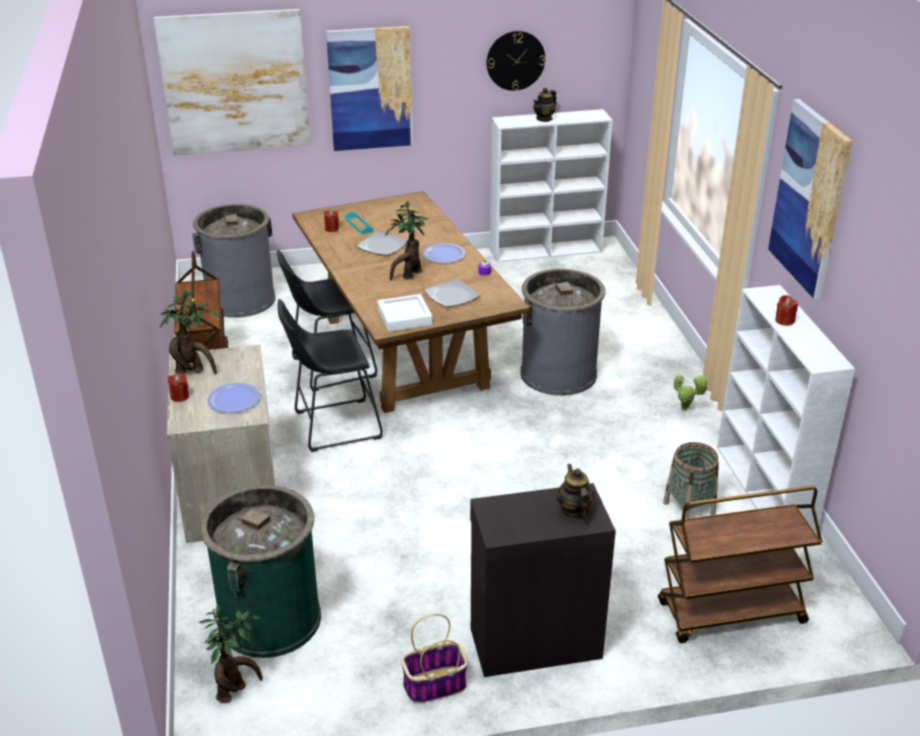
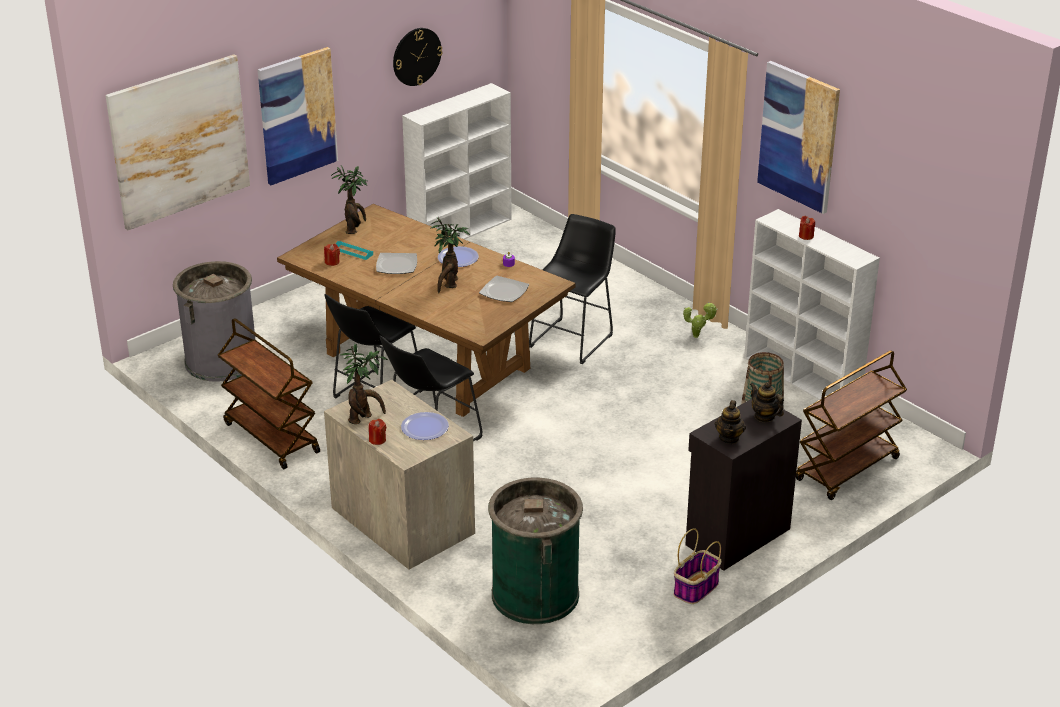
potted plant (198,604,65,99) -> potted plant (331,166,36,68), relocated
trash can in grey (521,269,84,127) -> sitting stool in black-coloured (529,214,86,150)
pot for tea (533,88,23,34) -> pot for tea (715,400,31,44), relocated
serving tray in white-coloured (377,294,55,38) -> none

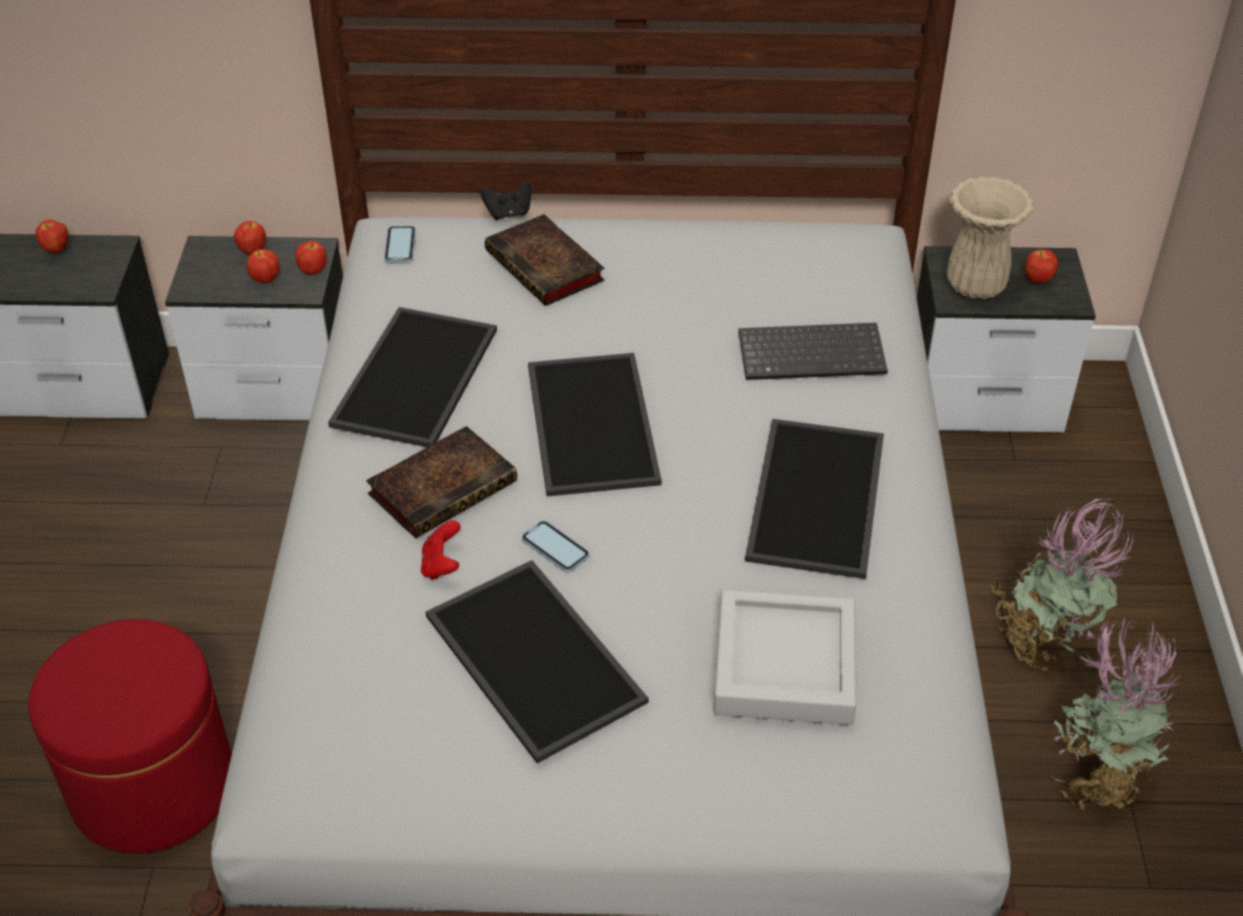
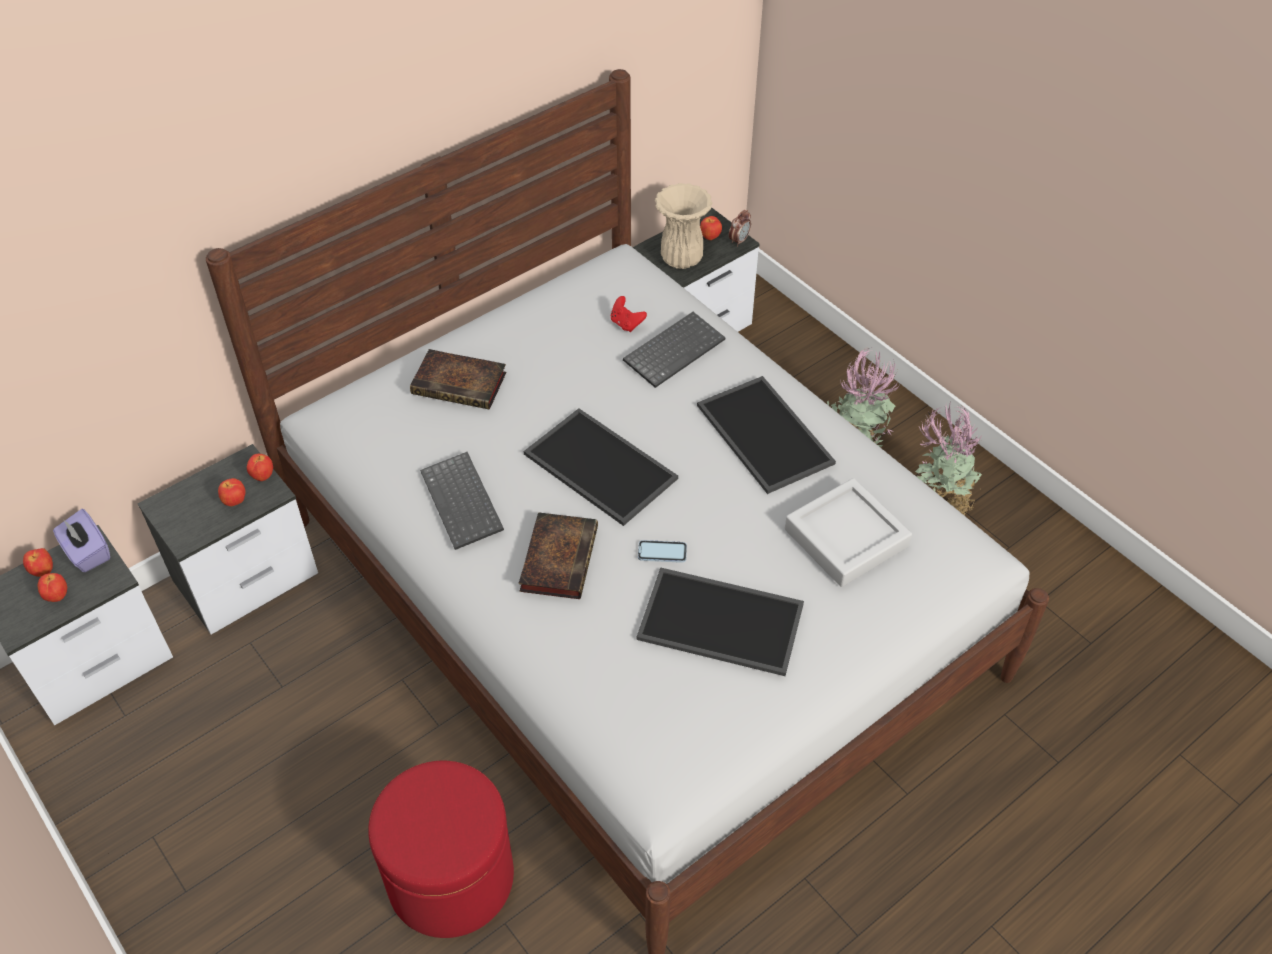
apple (234,221,32,34) -> apple (37,573,30,29), relocated
none -> tissue box in purplish (53,509,57,63)
serving tray (328,307,169,140) -> computer keyboard (420,452,84,98)
game controller in reddish (421,520,40,60) -> game controller in reddish (611,296,36,36), relocated
none -> table clock (729,210,22,37)
telephone (384,226,32,36) -> none
game controller in black-coloured (481,181,50,39) -> none

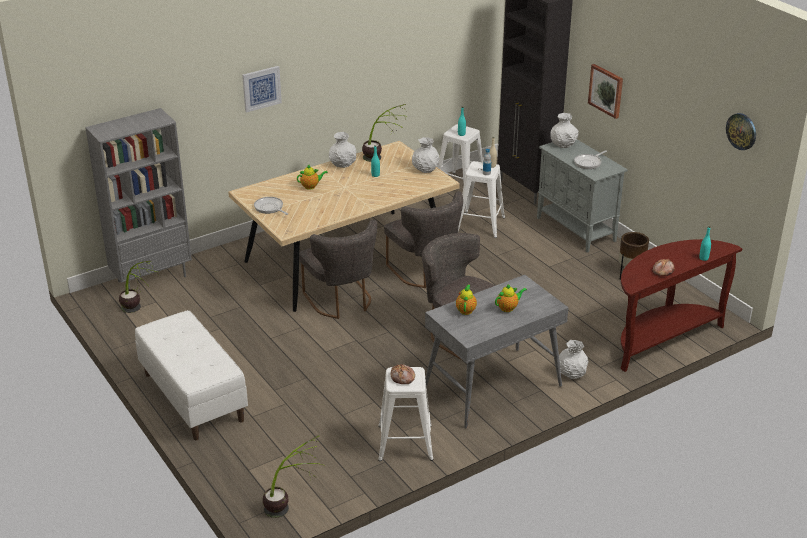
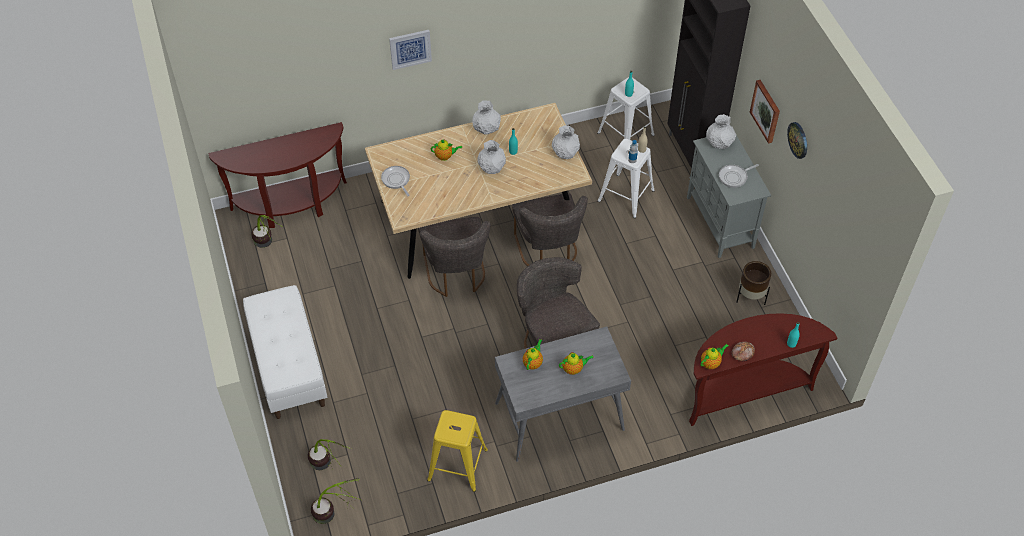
bookcase in grey (85,108,107,181) -> console table in brownish (208,122,139,106)
potted plant (362,104,46,58) -> potted plant (308,439,43,31), relocated
sitting stool in white-coloured (378,367,56,94) -> sitting stool in yellowish (427,410,61,82)
decorative vase in white-coloured (559,340,30,39) -> decorative vase in white-coloured (477,140,29,34), relocated
none -> pot for tea (700,344,28,25)
clock on the wall (726,113,30,37) -> clock on the wall (787,122,20,37), relocated
bakery bread (390,364,25,20) -> none

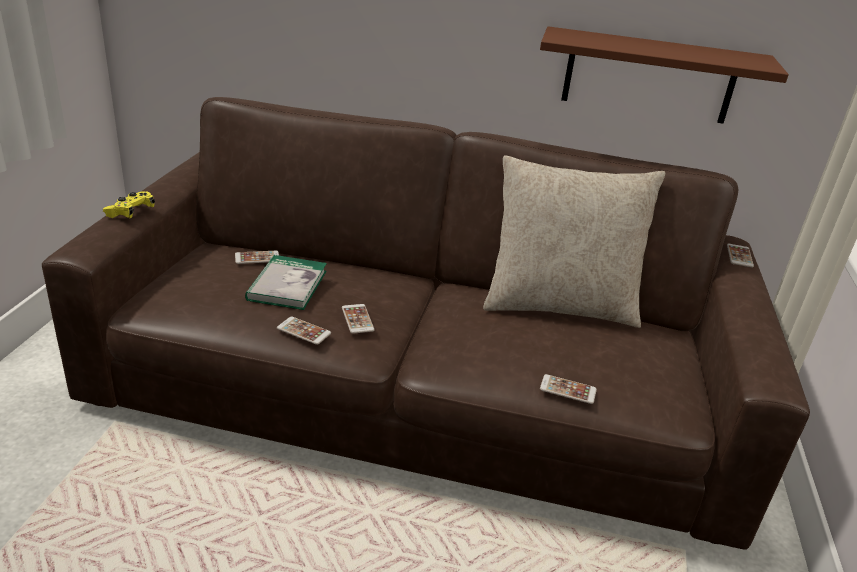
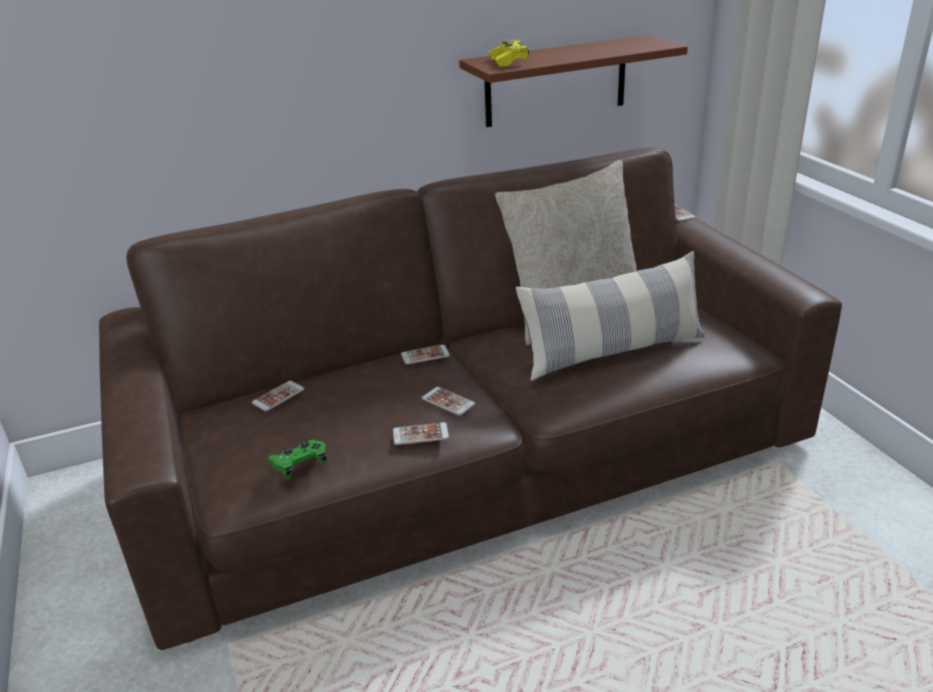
none -> game controller in greenish (268,439,59,40)
telephone (540,374,57,30) -> telephone (401,345,49,20), relocated
game controller in yellowish (103,191,52,27) -> game controller in yellowish (489,40,40,27), relocated
none -> pillow (516,251,189,130)
volume (245,255,82,55) -> none

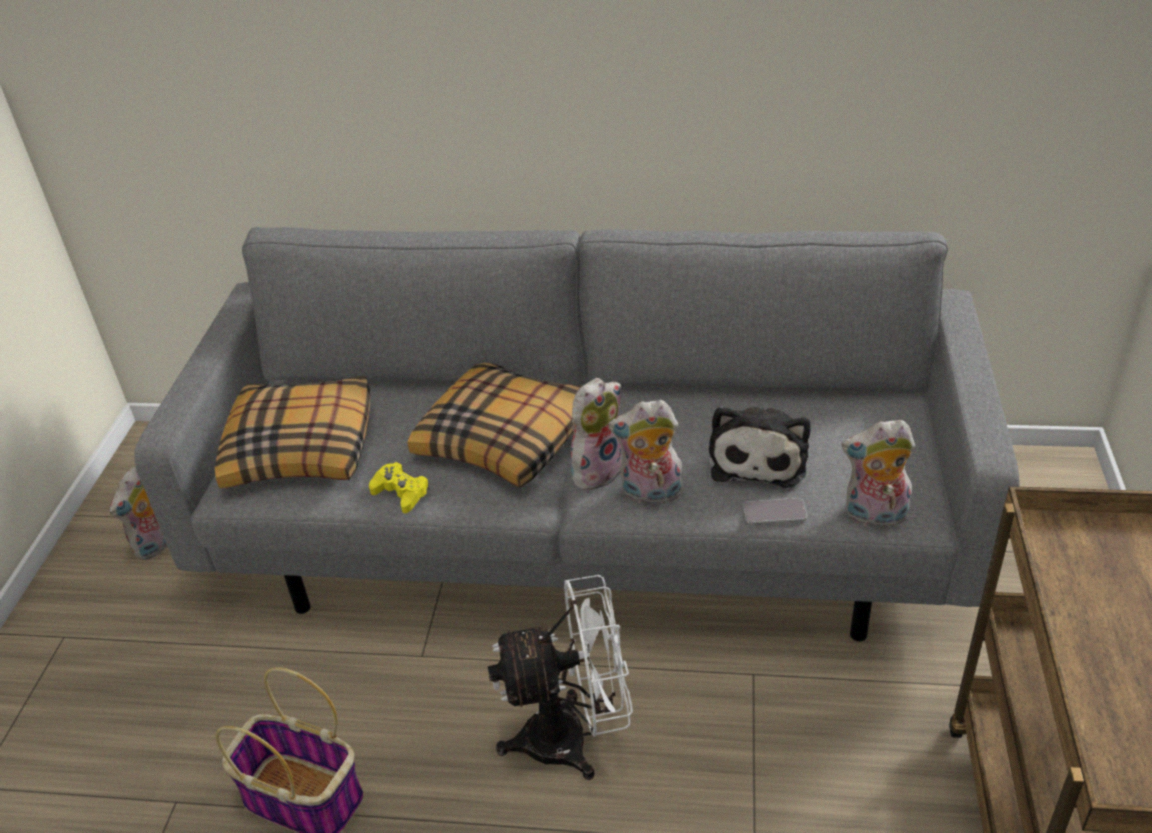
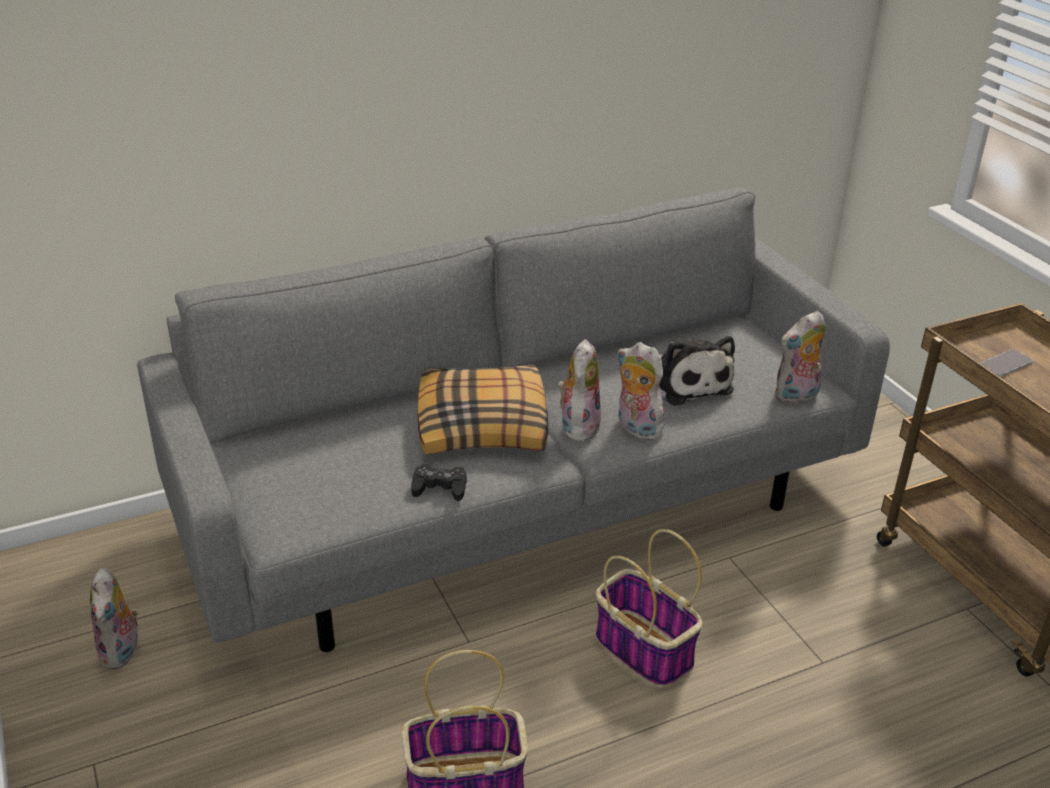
game controller in yellowish (369,462,61,51) -> game controller in black-coloured (411,463,56,38)
fan in white-coloured (488,575,145,205) -> storage basket (596,529,107,159)
soft toy (608,400,76,104) -> soft toy (617,342,47,99), 75 degrees clockwise
telephone (743,498,64,26) -> telephone (981,350,52,27), relocated
pillow (214,376,156,112) -> none

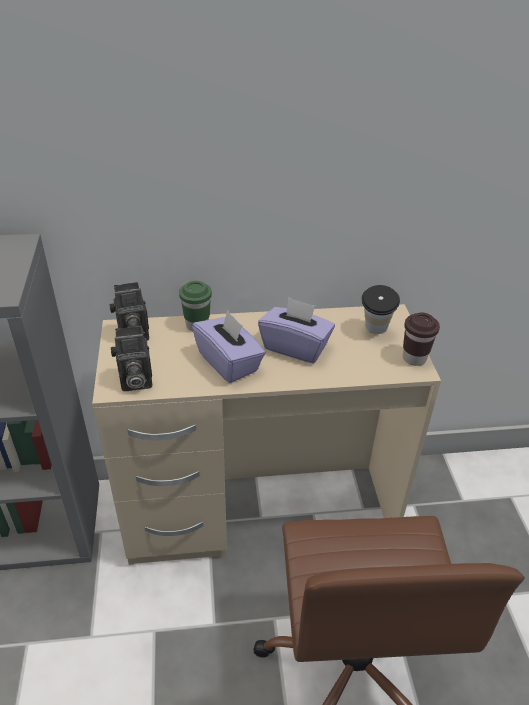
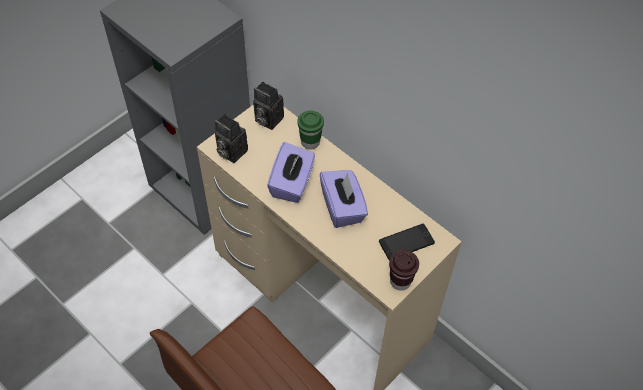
small cup (362,285,38,49) -> telephone (379,224,56,36)

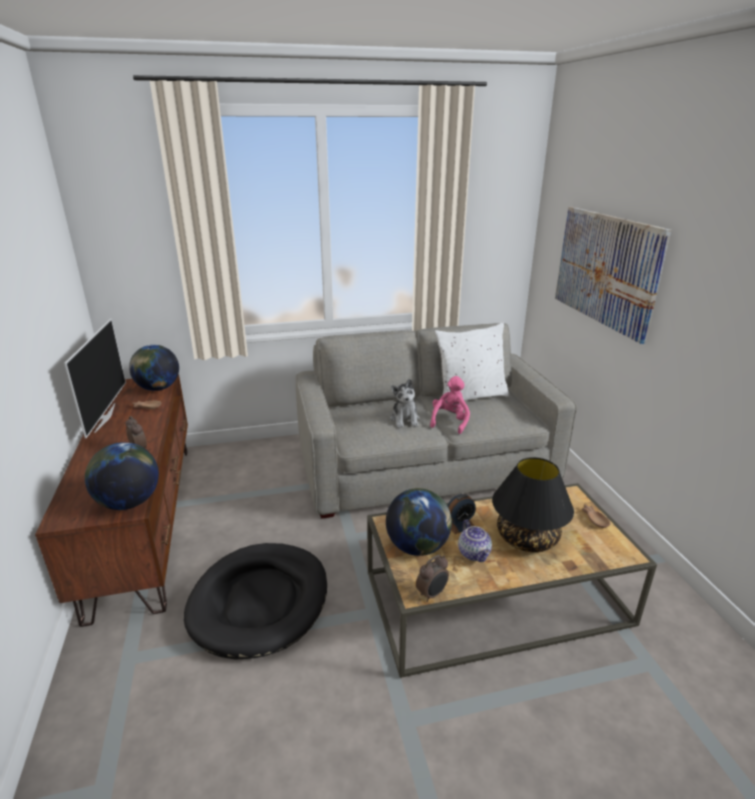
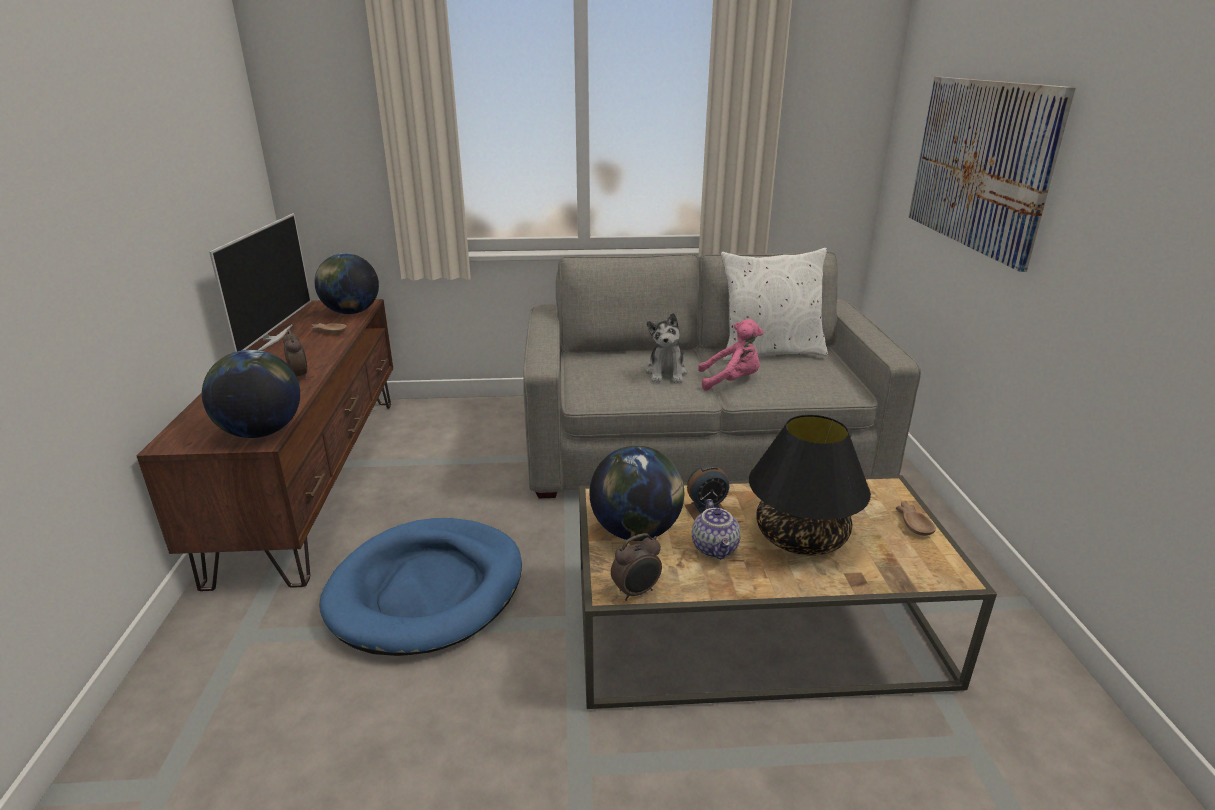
pet bed in black-coloured (184,543,143,117) -> pet bed in blue-coloured (319,518,203,138)
soft toy in pink-coloured (430,376,40,58) -> soft toy in pink-coloured (698,319,65,72), 60 degrees clockwise

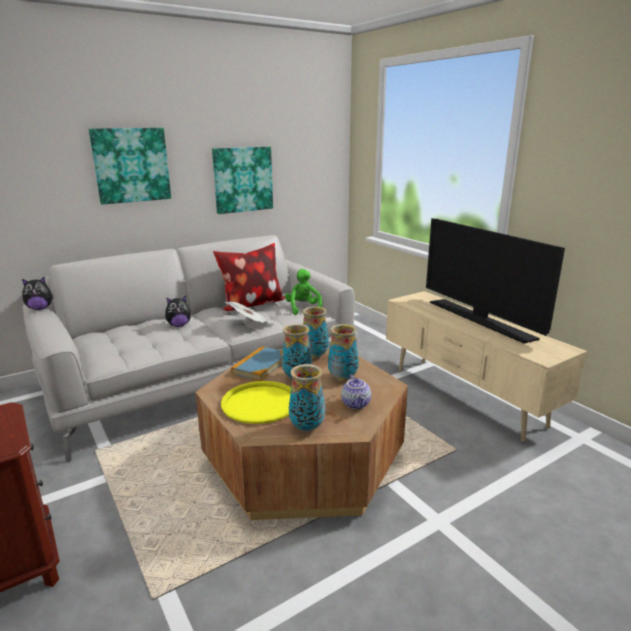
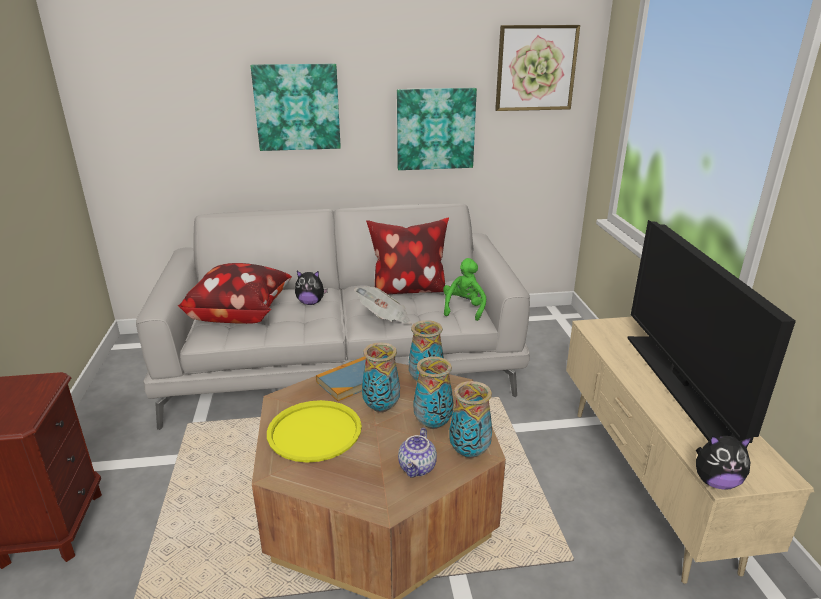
none -> pillow (177,263,115,61)
decorative vase (289,364,36,68) -> decorative vase (449,381,43,77), relocated
none -> picture (495,25,85,86)
soft toy (22,277,31,33) -> soft toy (696,436,55,54), relocated

